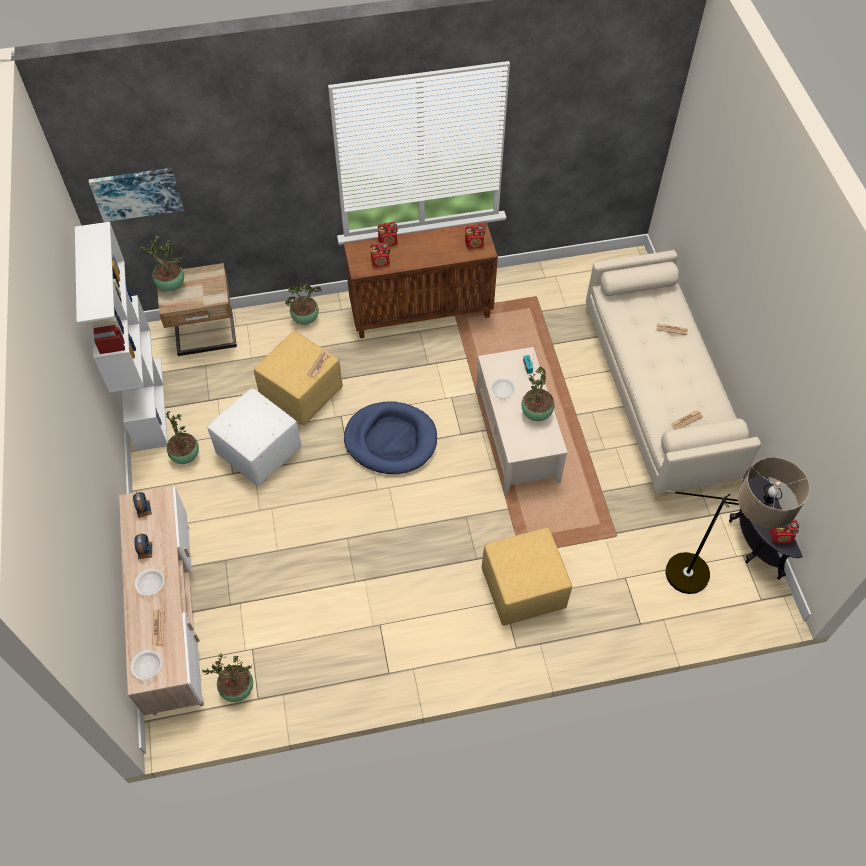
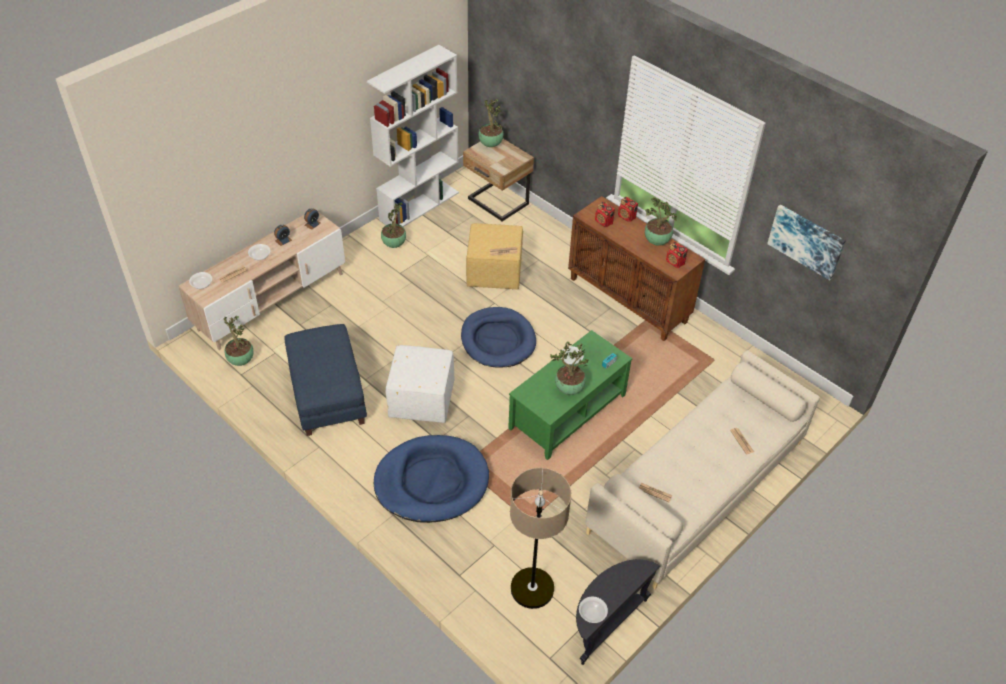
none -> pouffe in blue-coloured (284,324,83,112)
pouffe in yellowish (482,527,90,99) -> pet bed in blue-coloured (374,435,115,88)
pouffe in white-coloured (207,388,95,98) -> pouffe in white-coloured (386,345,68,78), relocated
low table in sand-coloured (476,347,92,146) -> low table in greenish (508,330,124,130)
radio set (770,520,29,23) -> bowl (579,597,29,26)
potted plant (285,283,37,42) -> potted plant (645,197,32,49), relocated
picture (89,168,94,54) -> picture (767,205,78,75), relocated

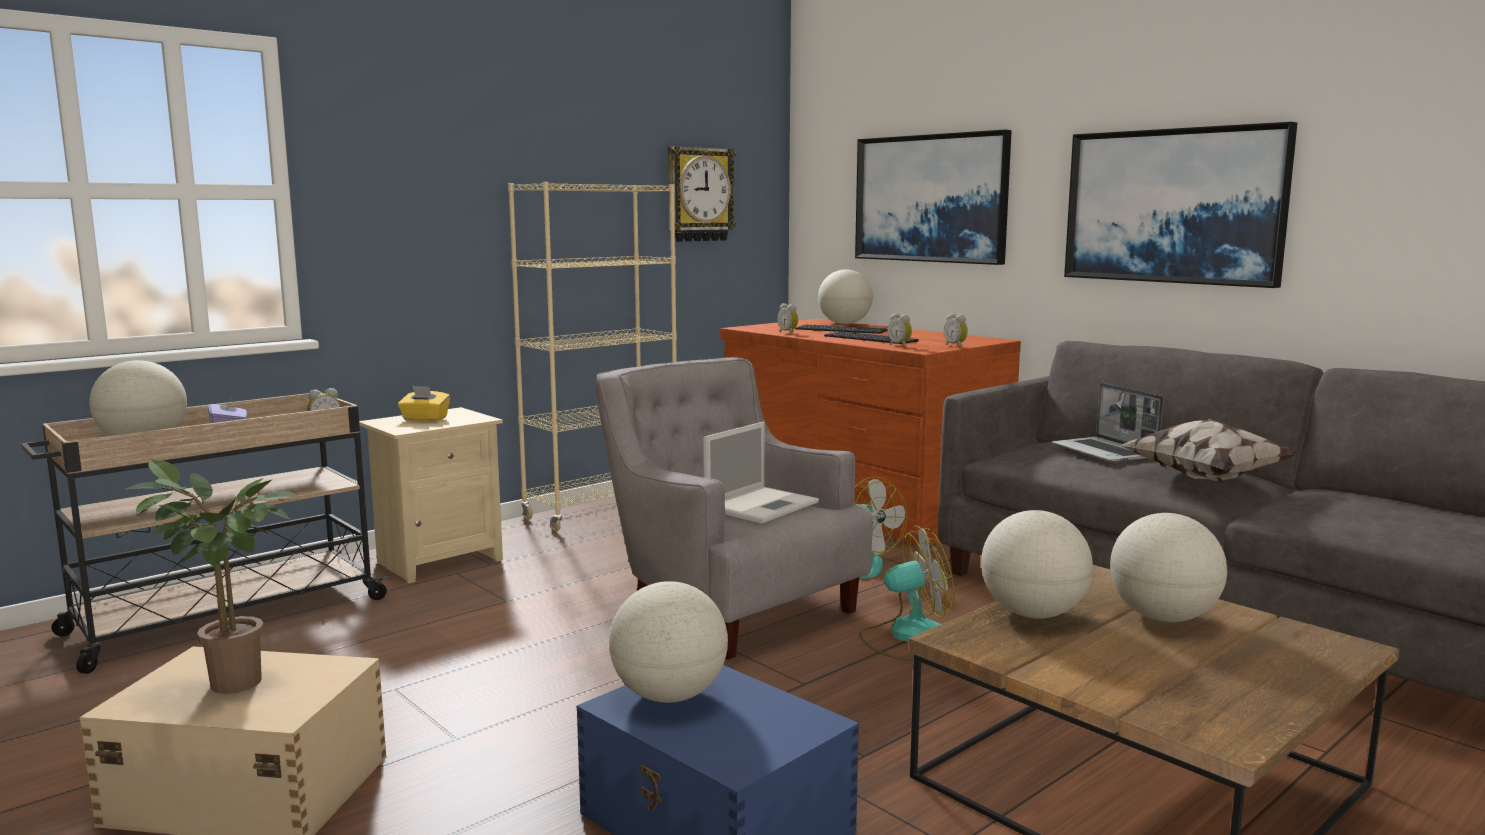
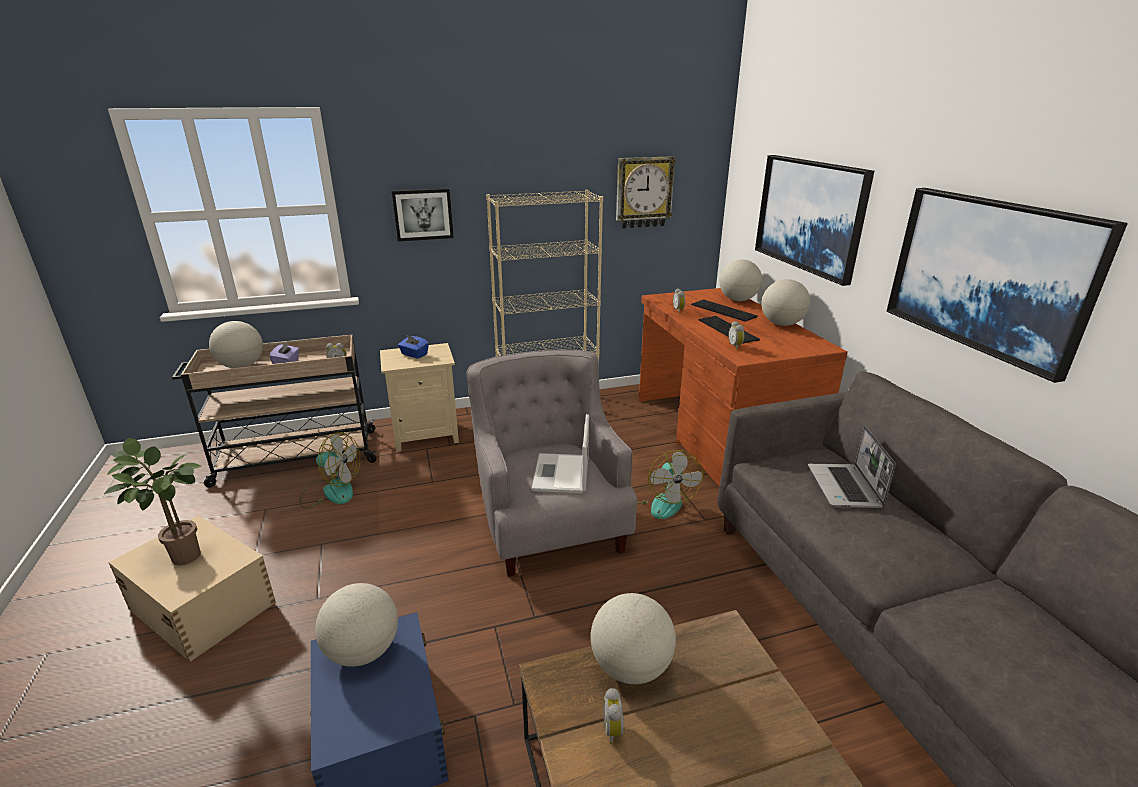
fan (859,526,96,135) -> fan (299,432,61,77), relocated
none -> picture (392,188,62,54)
tissue box in yellowish (398,386,52,36) -> tissue box in blue-coloured (398,335,31,24)
notebook computer (703,422,116,101) -> notebook computer (531,414,58,79), 120 degrees clockwise
table clock (944,313,24,34) -> table clock (603,688,22,56), relocated
desk globe (1110,513,117,109) -> desk globe (762,279,48,47), relocated
pillow (1120,419,178,62) -> none

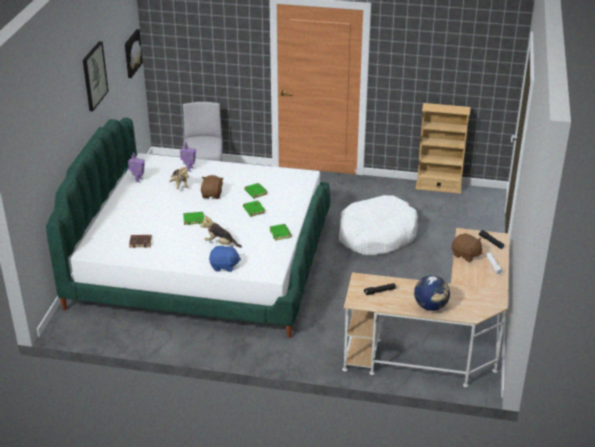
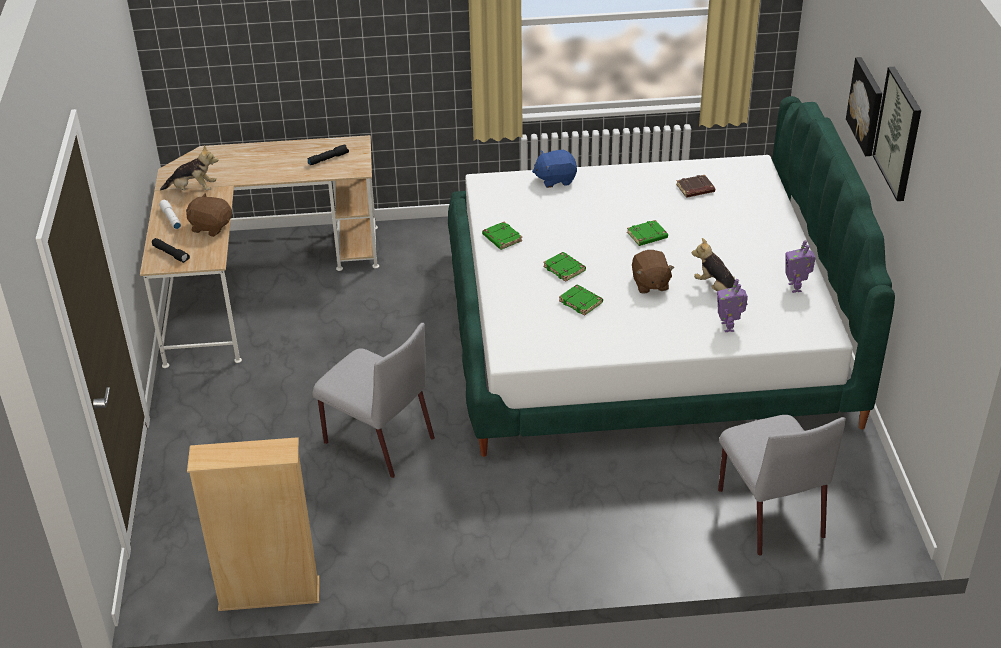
soft toy (200,215,42,33) -> soft toy (160,145,58,46), relocated
pet bed in white-coloured (339,195,79,60) -> upright chair in grey (313,323,122,155)
picture (125,29,18,49) -> picture (846,57,36,99), relocated
desk globe (414,275,36,36) -> none

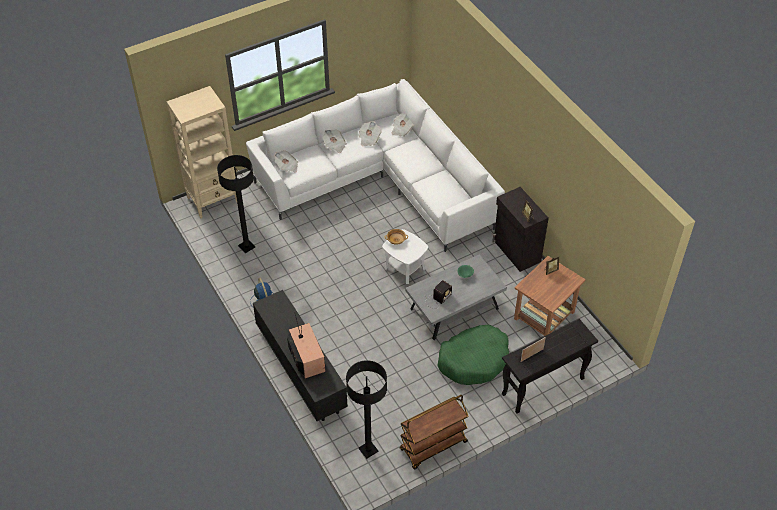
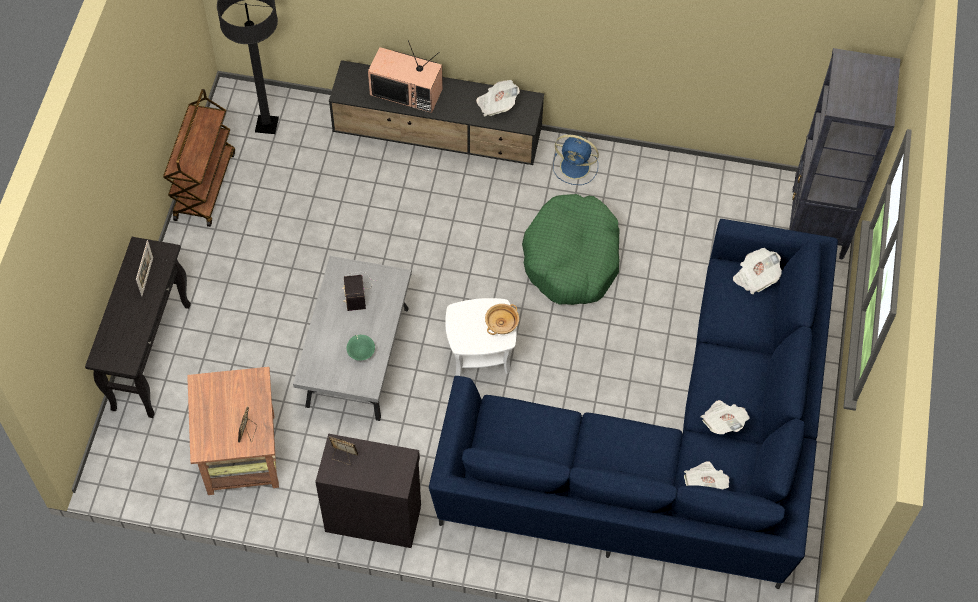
couch in white-coloured (246,79,259,173) -> couch in blue-coloured (429,219,409,370)
newspaper (323,129,24,24) -> newspaper (476,80,44,37), relocated
pet bed in greenish (437,325,72,60) -> pet bed in greenish (522,194,97,111), relocated
bookcase in sand-coloured (166,86,71,132) -> bookcase in black-coloured (789,48,112,212)
floor lamp in black-coloured (217,155,39,98) -> none

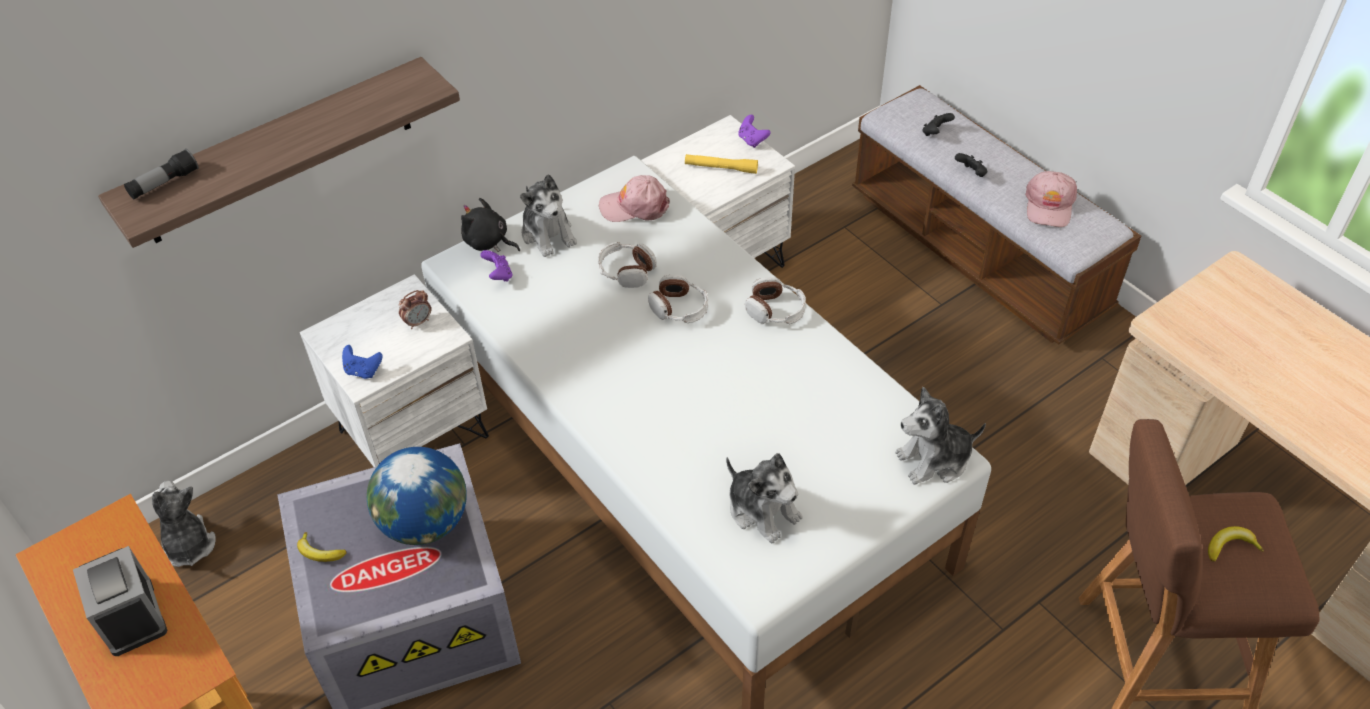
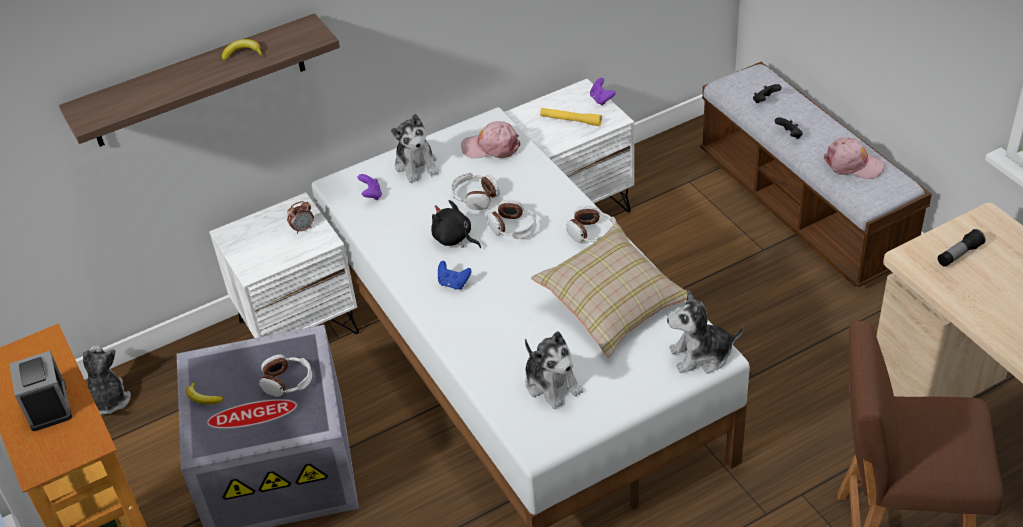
banana (1208,526,56,36) -> banana (222,39,41,22), relocated
desk globe (367,447,100,98) -> headset (259,354,53,43)
soft toy in black-coloured (461,198,59,54) -> soft toy in black-coloured (431,200,50,48), relocated
game controller in blue-coloured (342,345,41,34) -> game controller in blue-coloured (438,261,33,29), relocated
none -> pillow in sand-coloured (531,223,162,135)
baseball cap in pink-coloured (1025,171,52,56) -> baseball cap in pink-coloured (824,137,61,42), 90 degrees counterclockwise
torch (124,149,75,50) -> torch (938,229,48,38), relocated

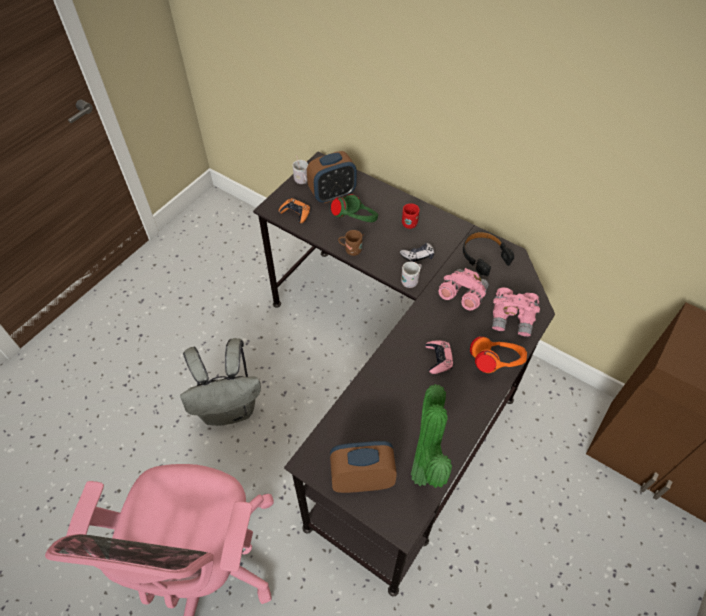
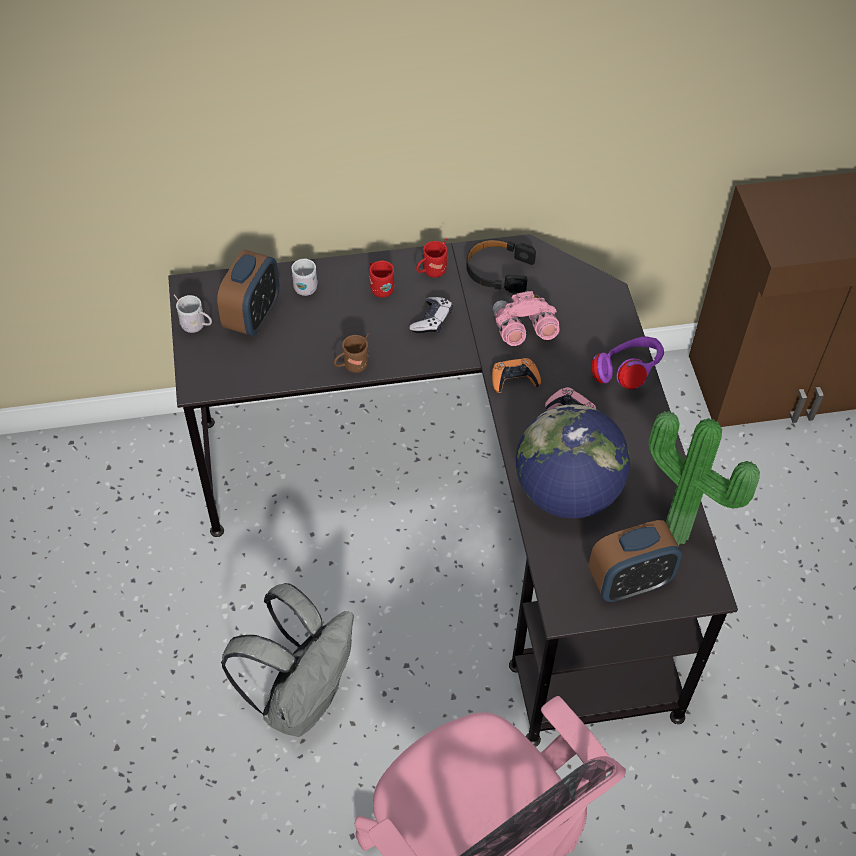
coffee mug in white-coloured (401,261,21,27) -> coffee mug in white-coloured (291,258,26,38), relocated
none -> coffee mug in reddish (416,238,31,40)
game controller in orangey (279,198,31,25) -> game controller in orangey (492,358,49,35), relocated
none -> desk globe (516,404,114,115)
table clock (330,441,67,52) -> table clock (588,520,94,82), 150 degrees counterclockwise
headset in orangey (470,336,57,37) -> headset in purplish (592,336,72,54)
headset in greenish (331,194,47,29) -> none
pair of binoculars in pink-coloured (492,287,48,50) -> none

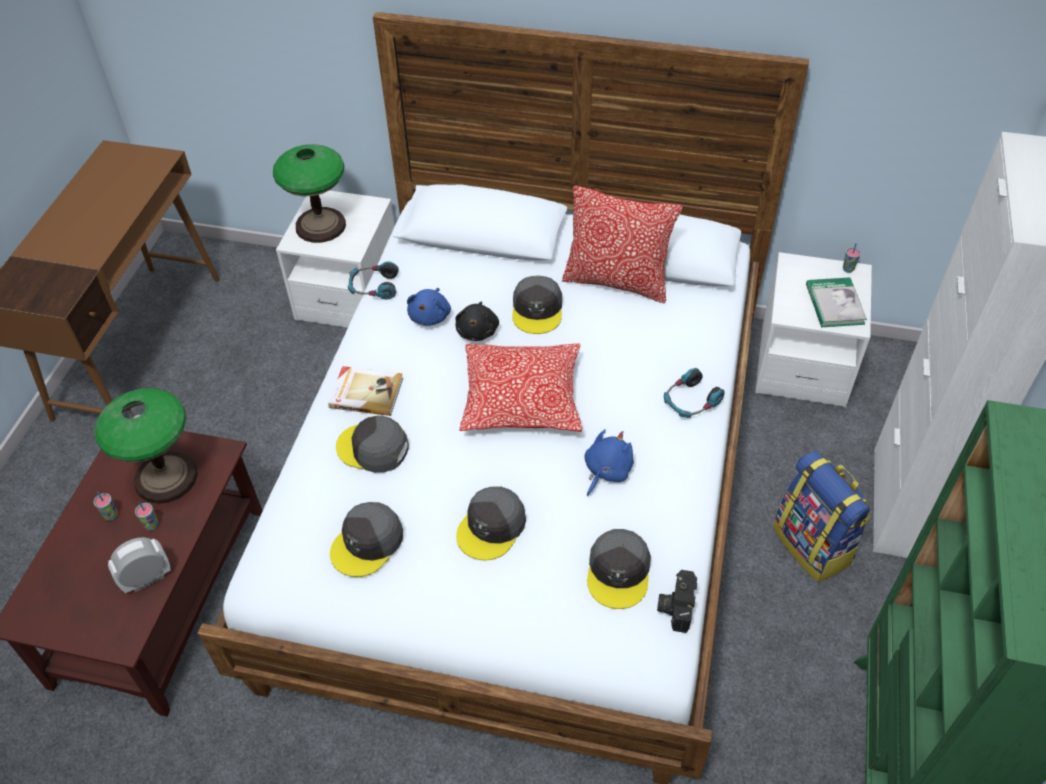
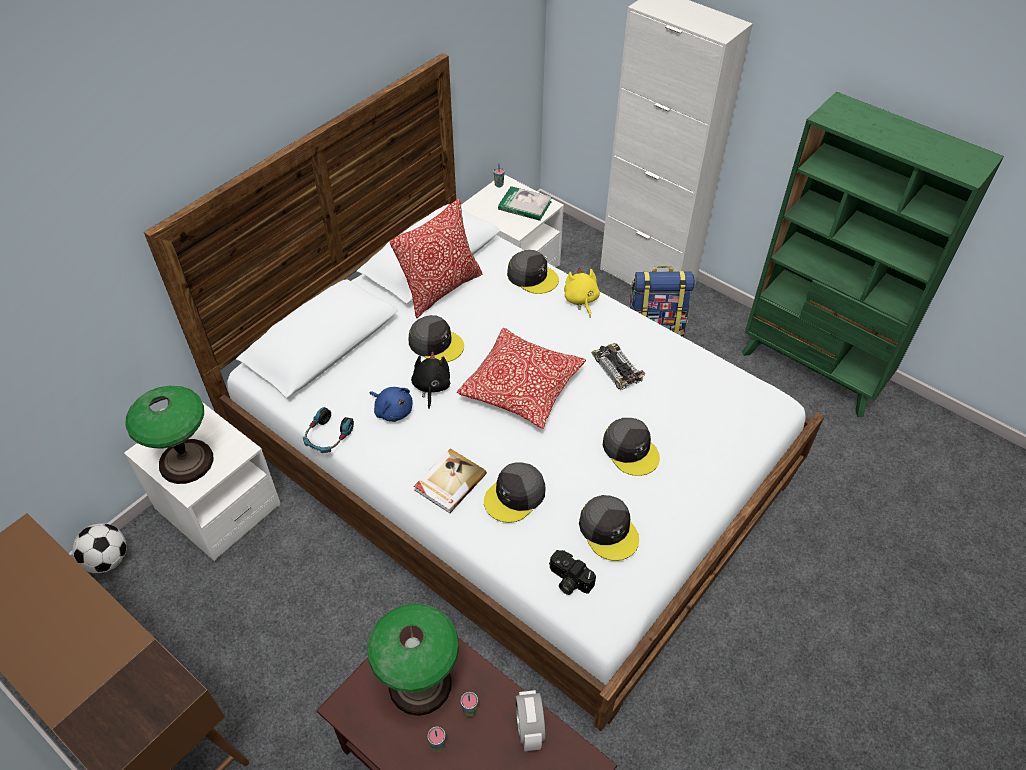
none -> football (72,523,55,50)
soft toy in black-coloured (455,302,44,39) -> soft toy in black-coloured (411,351,39,58), 120 degrees counterclockwise
baseball cap in grey (587,529,64,80) -> baseball cap in grey (507,250,52,44), relocated
photo camera (657,570,40,63) -> photo camera (549,550,47,45), relocated
headset (664,368,61,50) -> soft toy in yellowish (564,267,36,51)
soft toy in blue-coloured (584,429,50,67) -> miniature car (591,343,54,47)

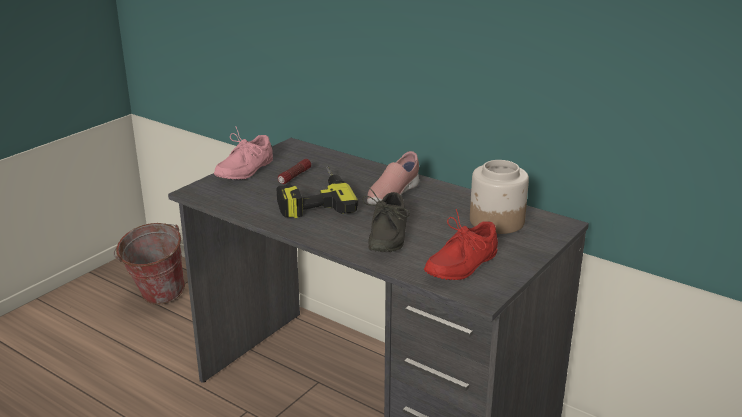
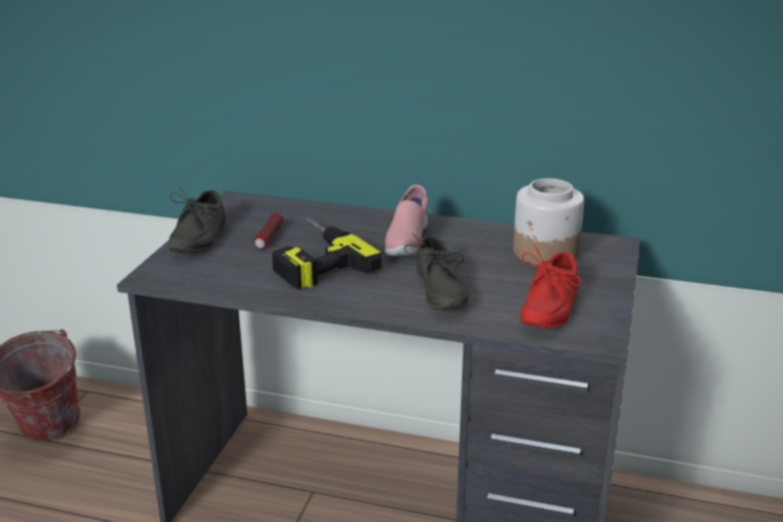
item of footwear in pink-coloured (214,126,59,54) -> item of footwear in grey (168,183,58,70)

